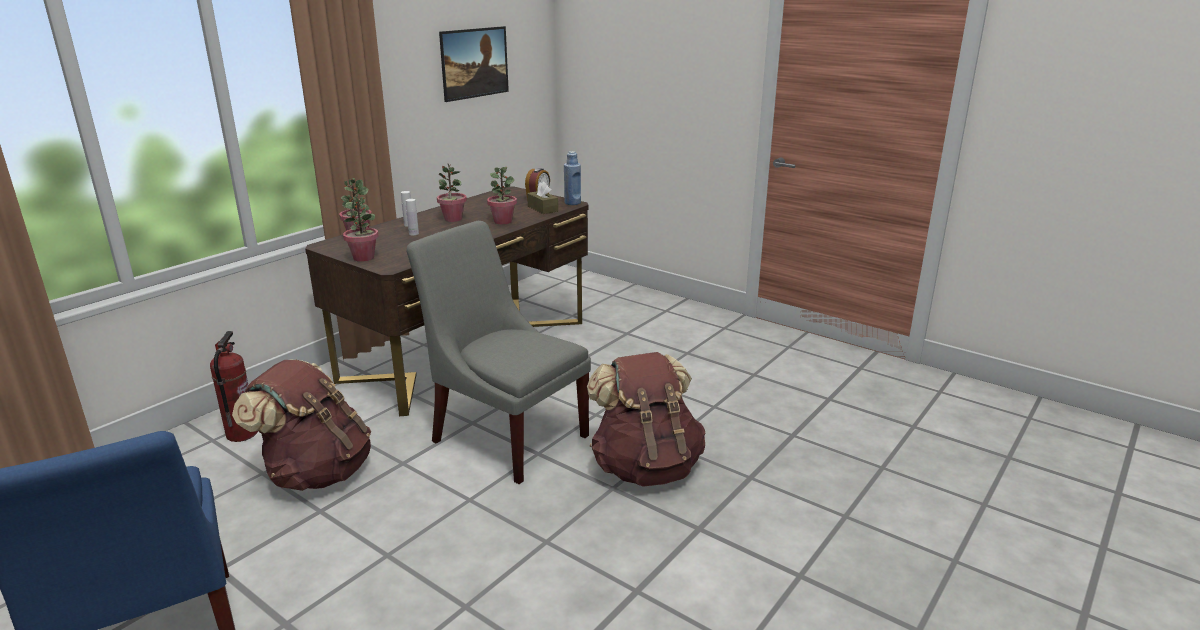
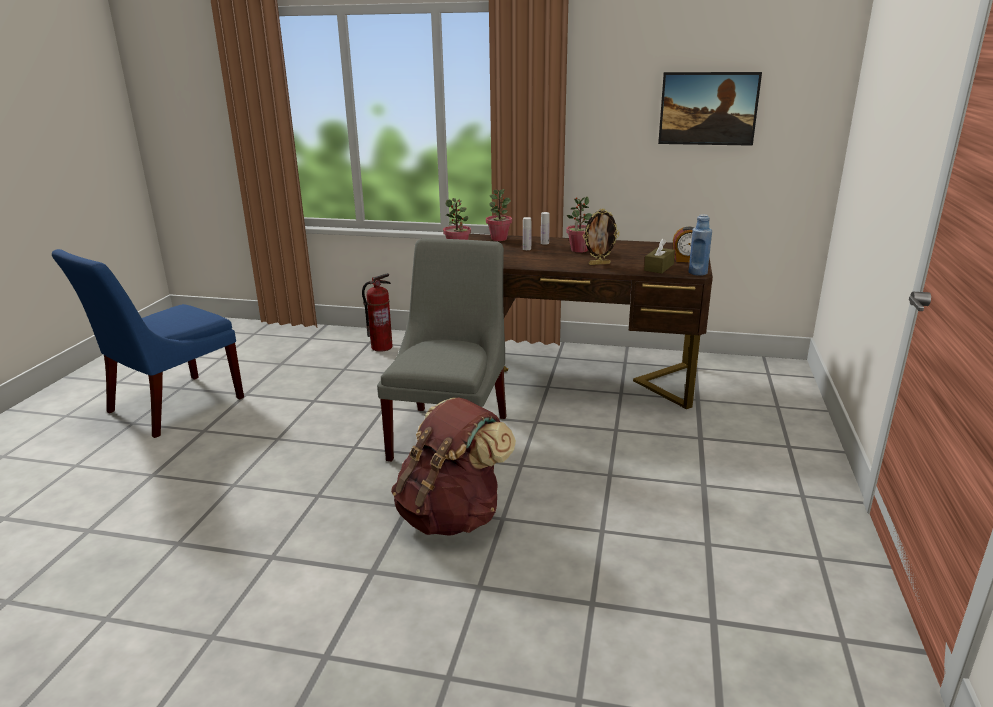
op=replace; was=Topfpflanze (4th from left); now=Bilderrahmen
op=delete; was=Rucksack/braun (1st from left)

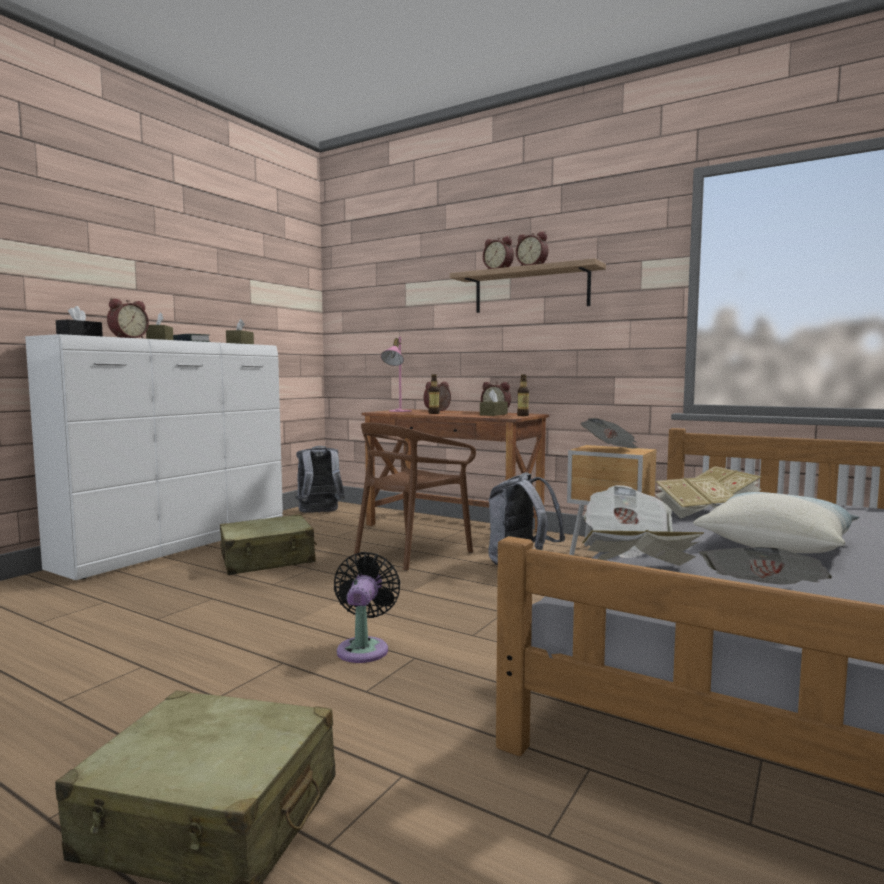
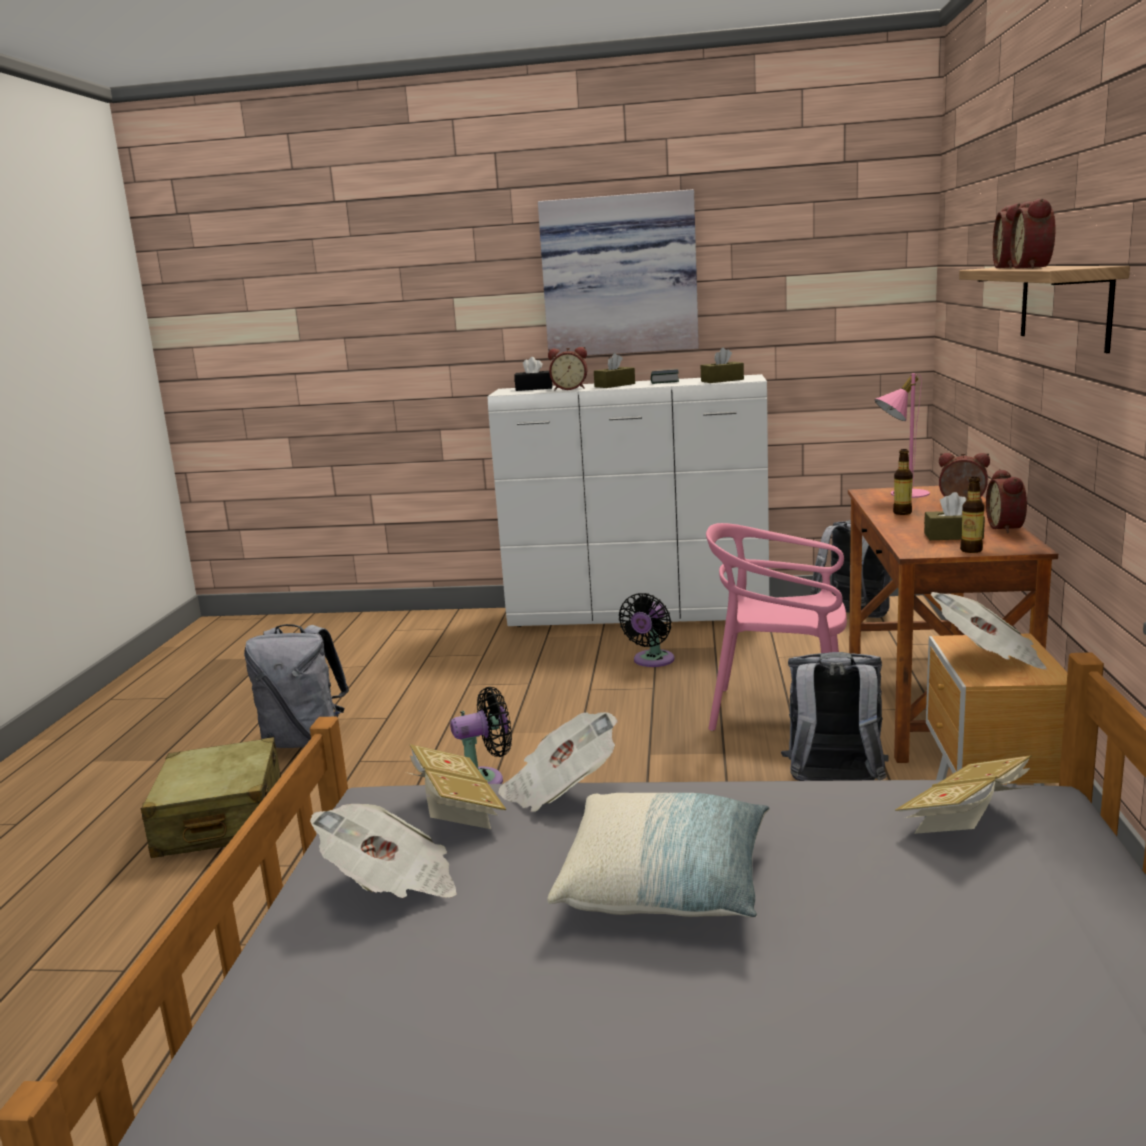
op=insert; now=Rucksack/grau (1st from left)
op=insert; now=Bild
op=replace; was=Koffer/beige (2nd from left); now=Ventilator/schwarz (2nd from left)
op=recolor; was=Stuhl/braun; now=Stuhl/rosa
op=delete; was=Buch (3rd from left)

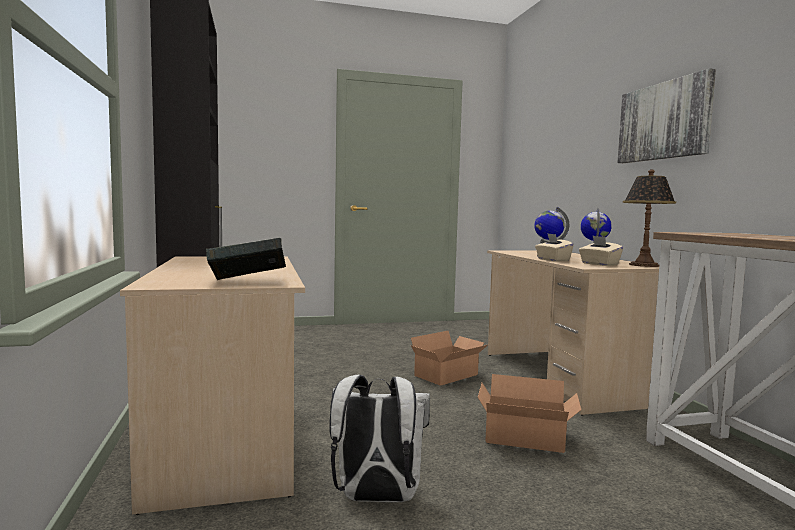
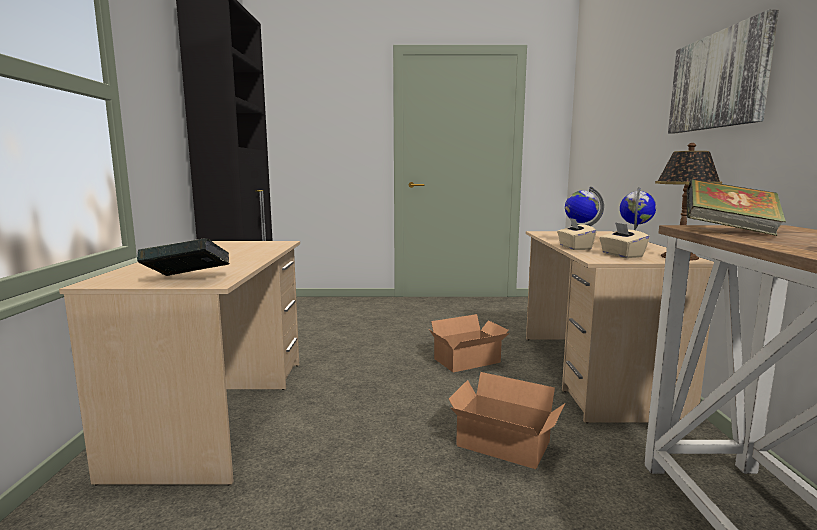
op=insert; now=Buch (2nd from left)
op=delete; was=Rucksack/weiß

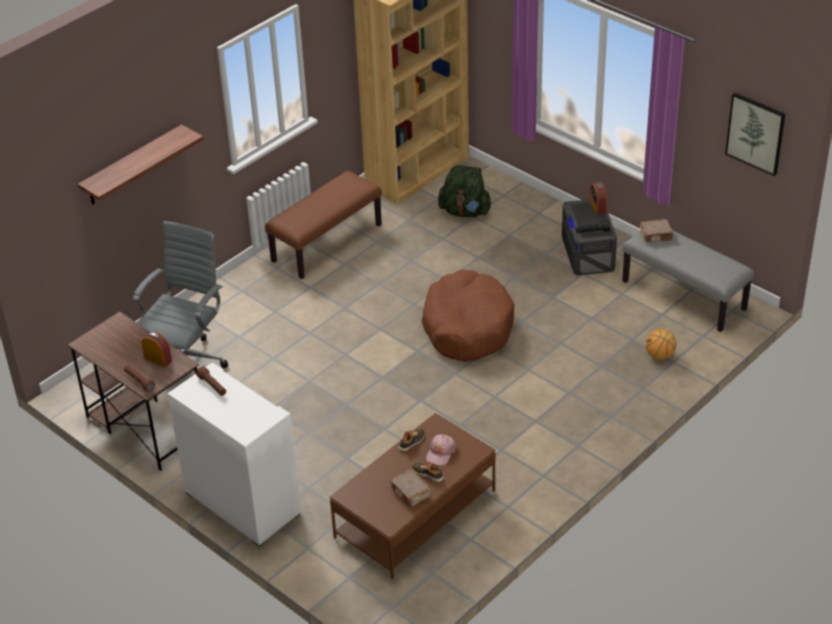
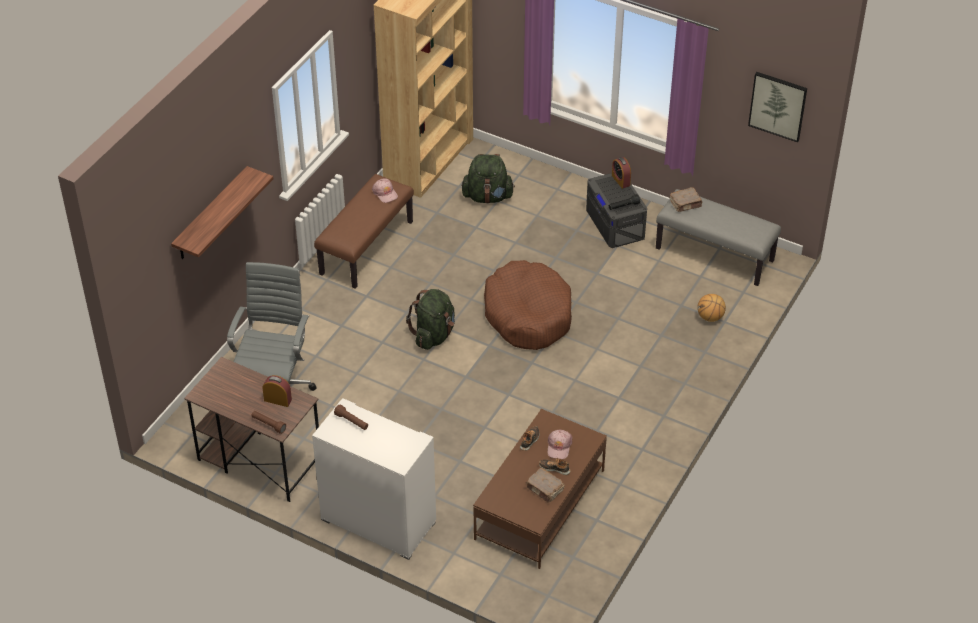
op=insert; now=Kappe/rosa (1st from left)
op=insert; now=Rucksack/grün (1st from left)

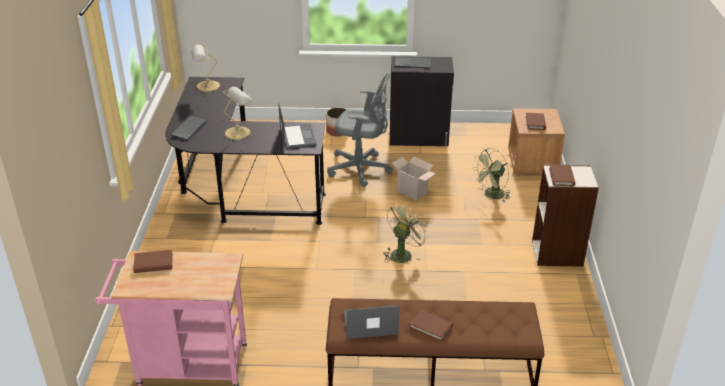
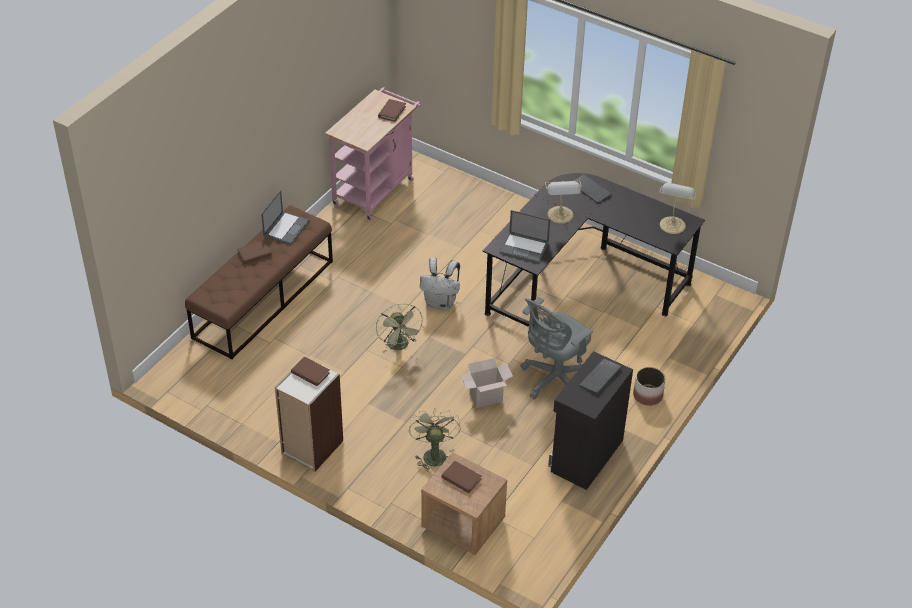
op=insert; now=Rucksack/weiß

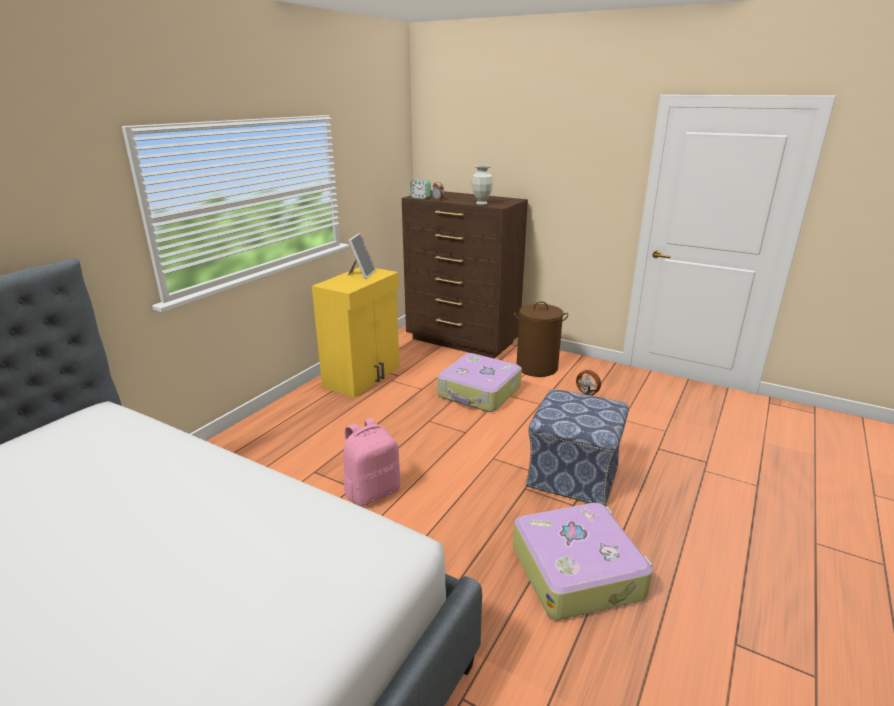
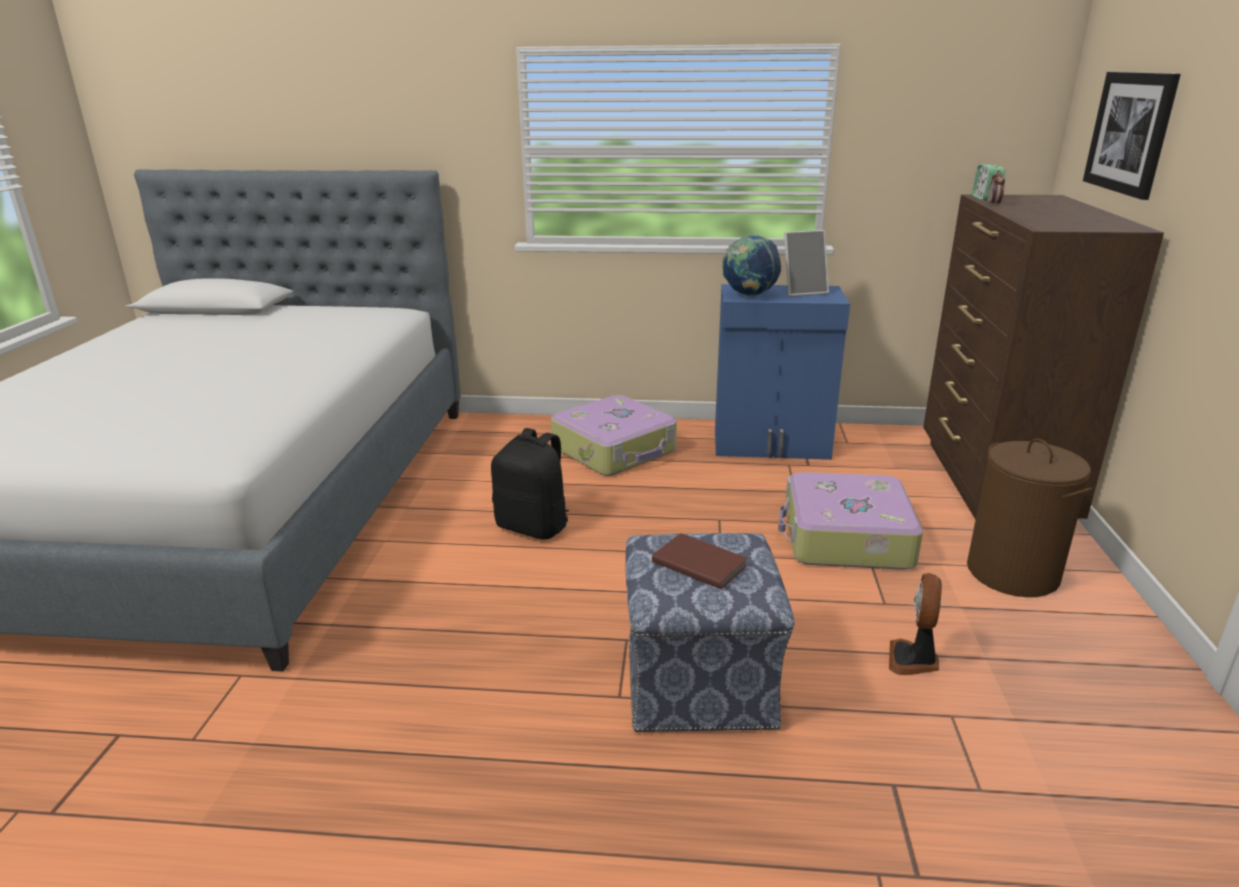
op=recolor; was=Rucksack/rosa; now=Rucksack/schwarz
op=move; was=Koffer (2nd from left in the first image); now=Koffer (1st from left)
op=insert; now=Buch/braun
op=recolor; was=Schrank/gelb; now=Schrank/blau
op=insert; now=Globus
op=insert; now=Bild
op=delete; was=Vase

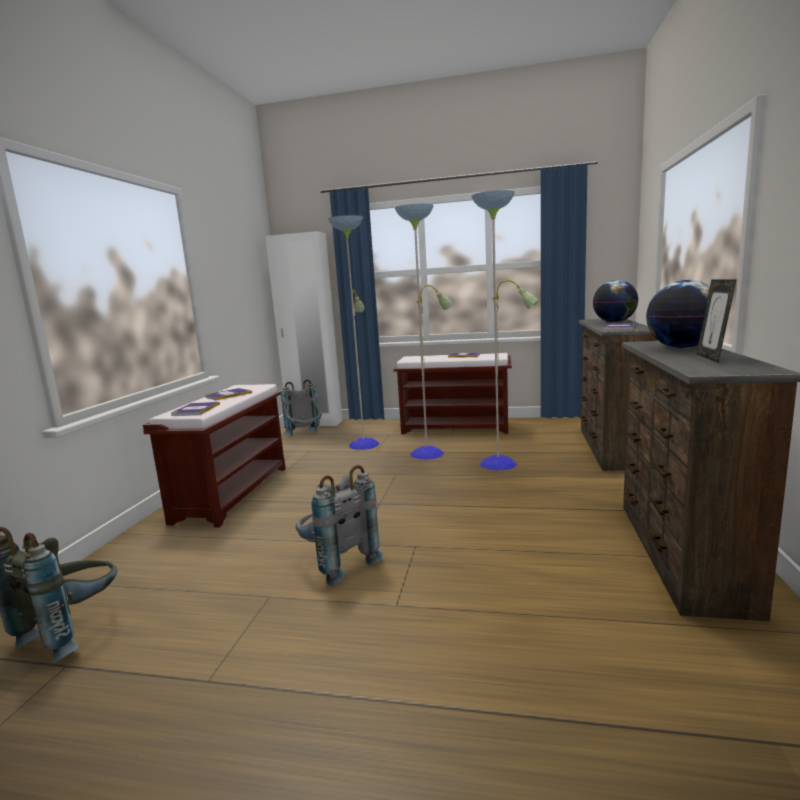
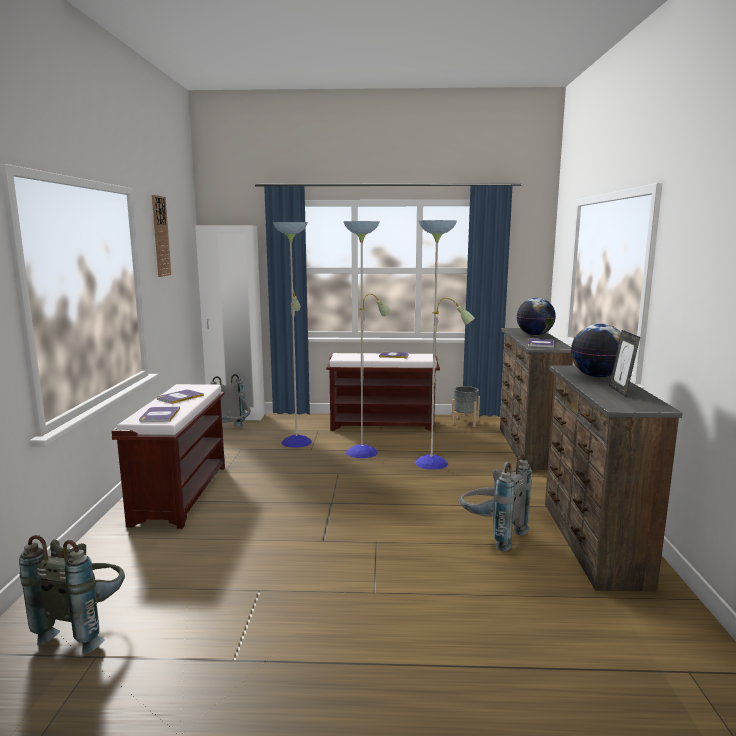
op=insert; now=Wanduhr
op=insert; now=Pflanzkübel/grau
op=move; was=Rucksack/grau (3rd from left)

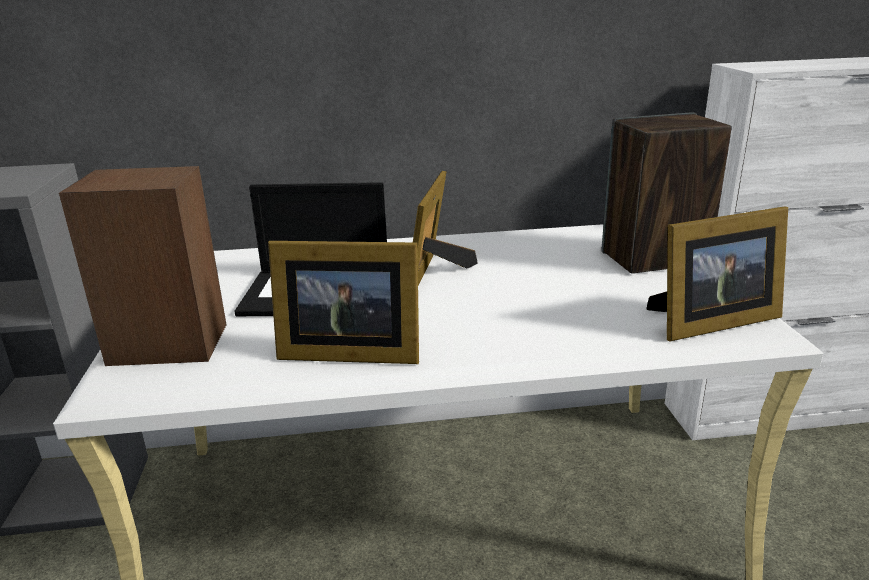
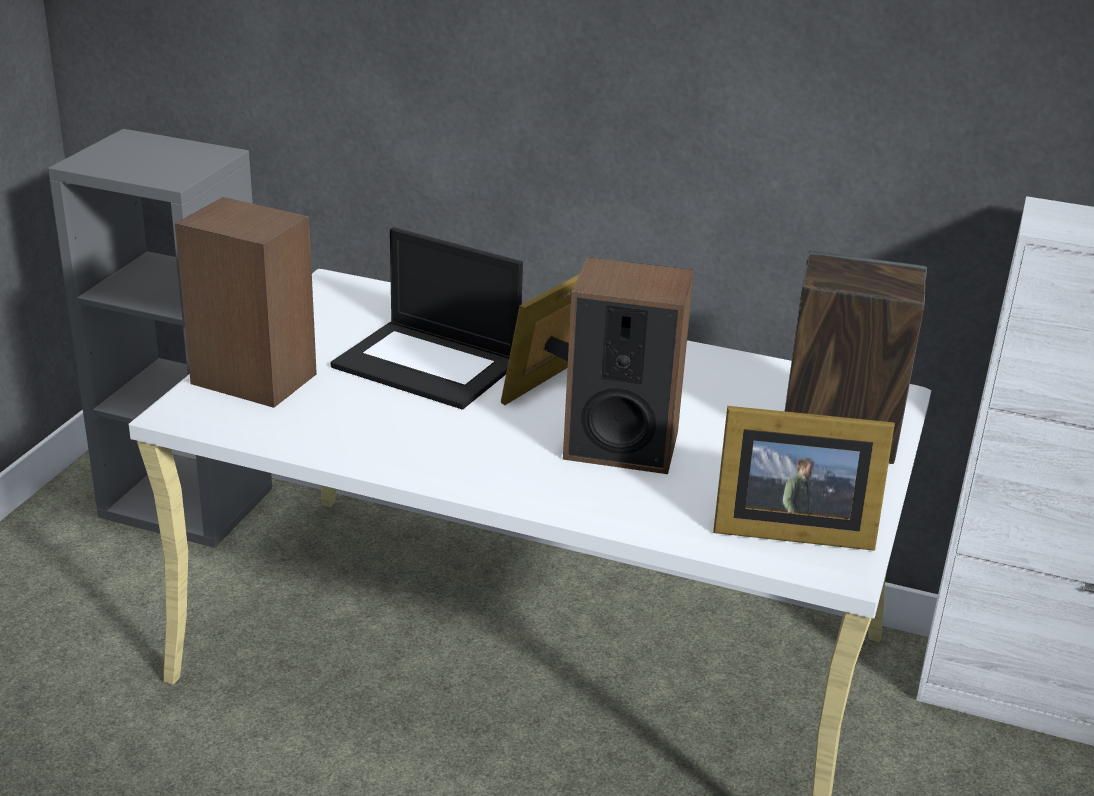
op=insert; now=Lautsprecher (2nd from left)
op=delete; was=Bilderrahmen (1st from left)

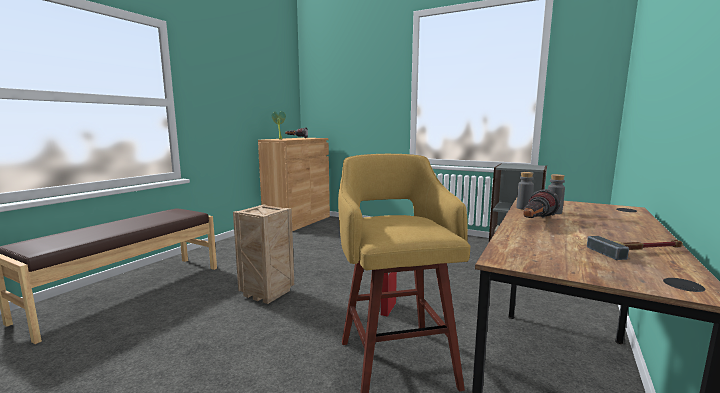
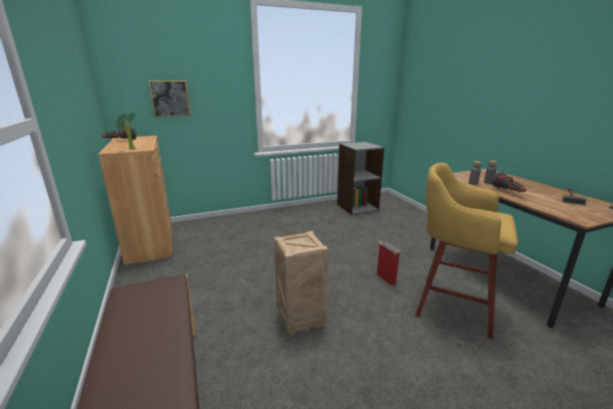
op=insert; now=Bild

